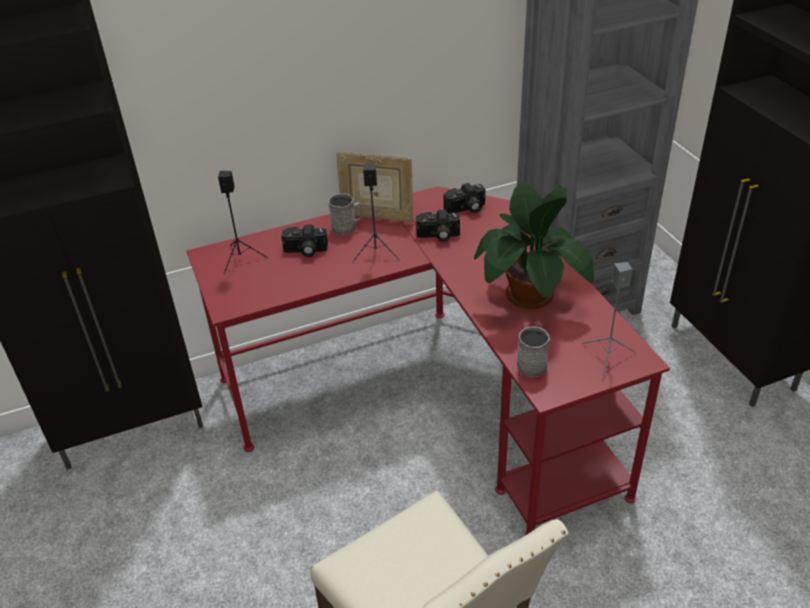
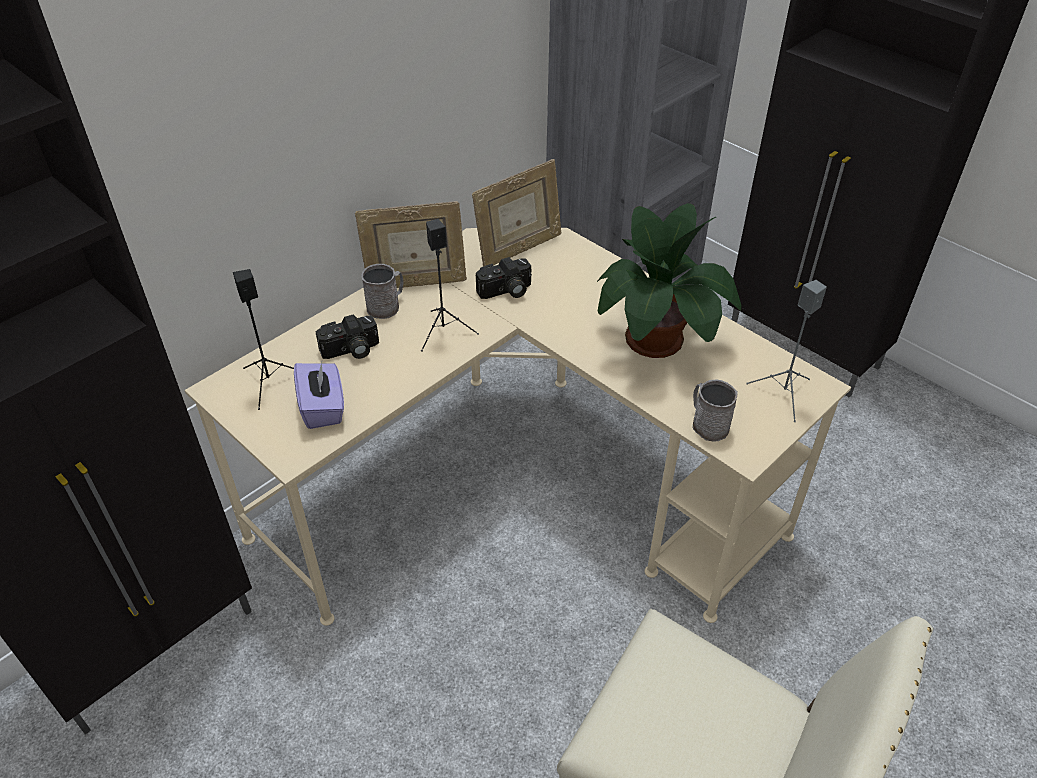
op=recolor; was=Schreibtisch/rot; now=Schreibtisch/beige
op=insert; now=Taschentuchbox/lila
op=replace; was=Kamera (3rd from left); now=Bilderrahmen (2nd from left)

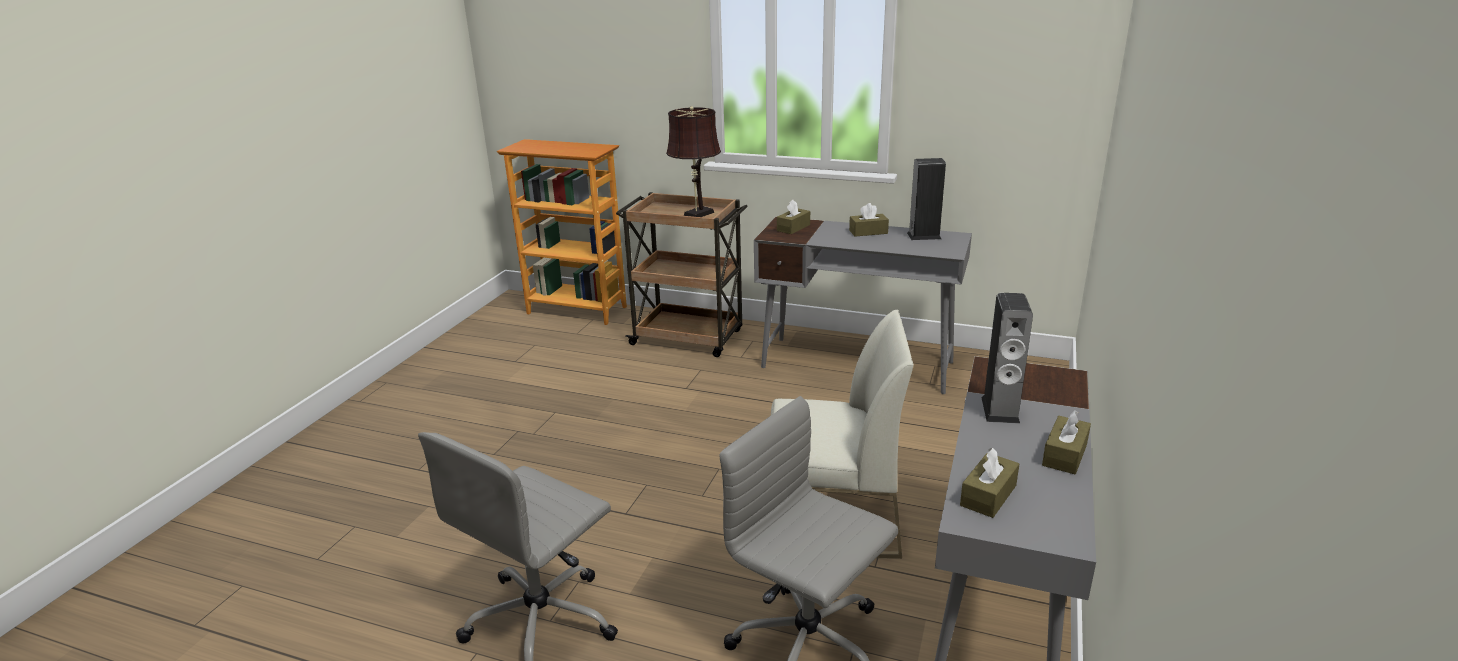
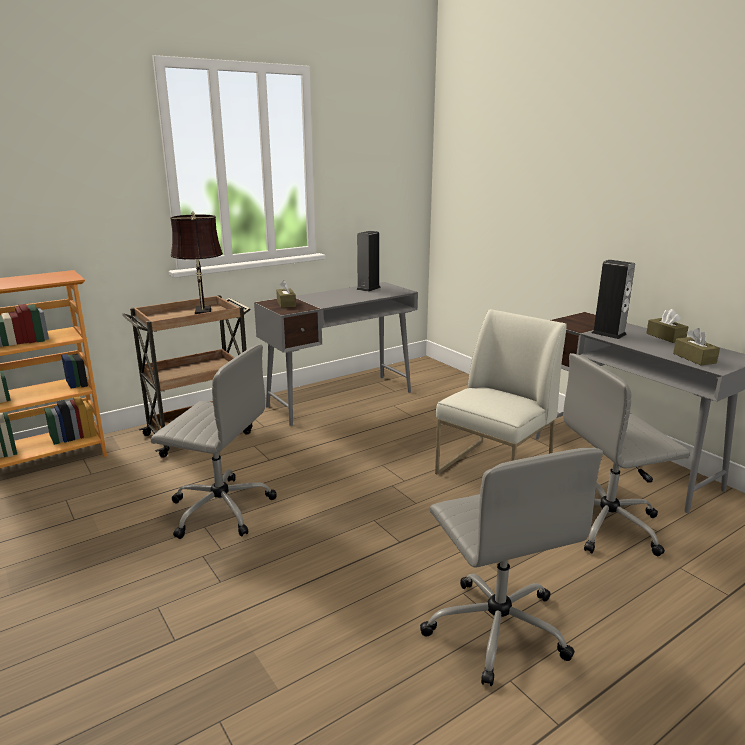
op=insert; now=Bürostuhl/grau (1st from left)
op=delete; was=Taschentuchbox/braun (2nd from left)

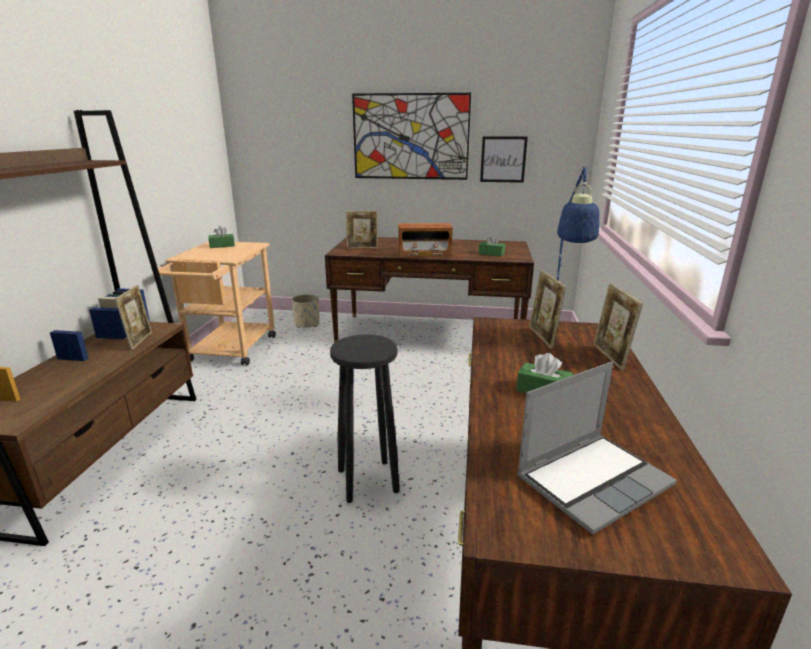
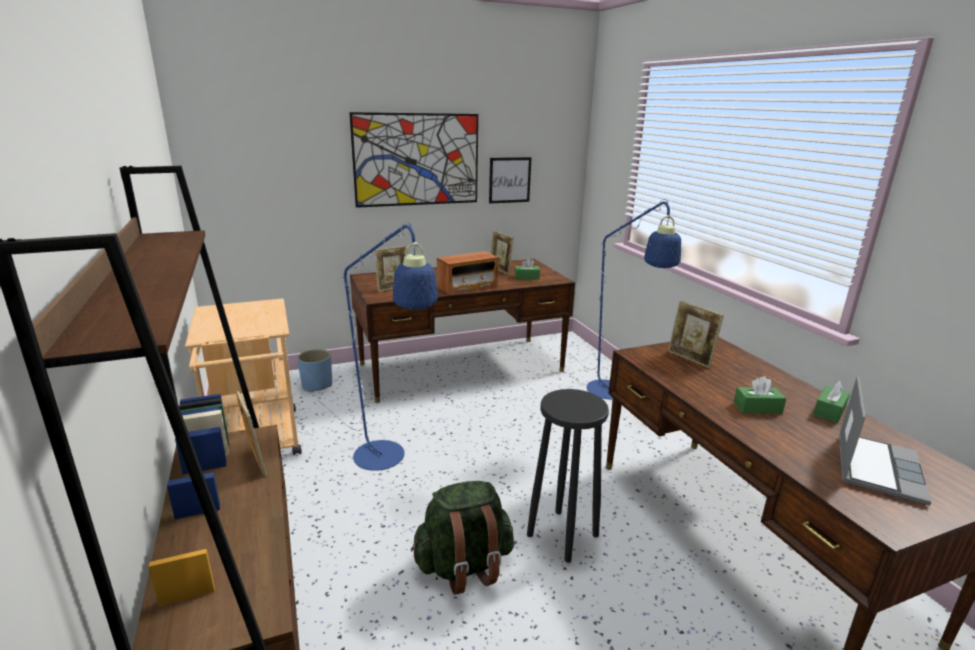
op=recolor; was=Pflanzkübel/beige; now=Pflanzkübel/blau
op=insert; now=Stehlampe/blau (1st from left)
op=insert; now=Rucksack/grün
op=move; was=Bilderrahmen (4th from left in the first image); now=Bilderrahmen (3rd from left)
op=move; was=Taschentuchbox/grün (1st from left in the first image); now=Taschentuchbox/grün (3rd from left)

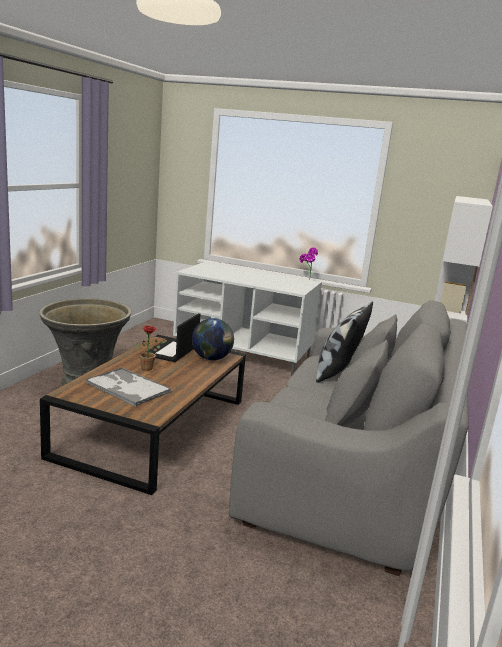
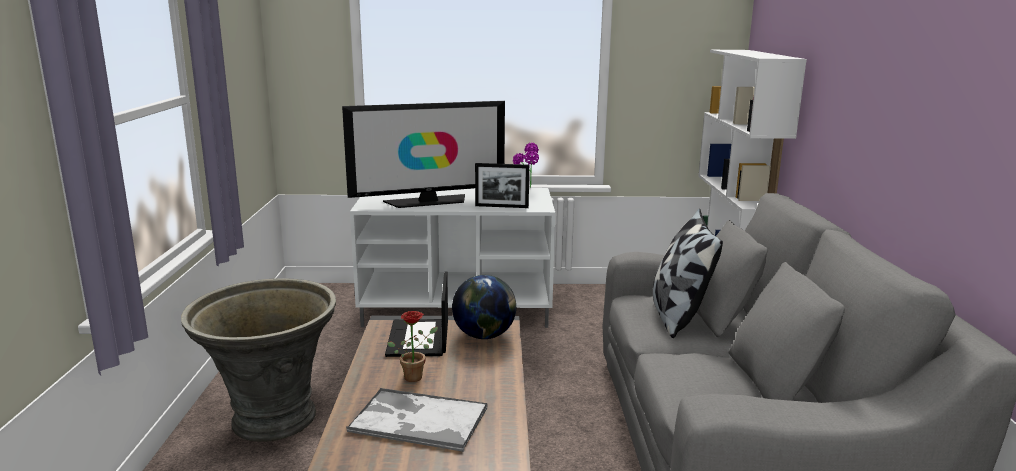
op=insert; now=Fernseher
op=insert; now=Bilderrahmen

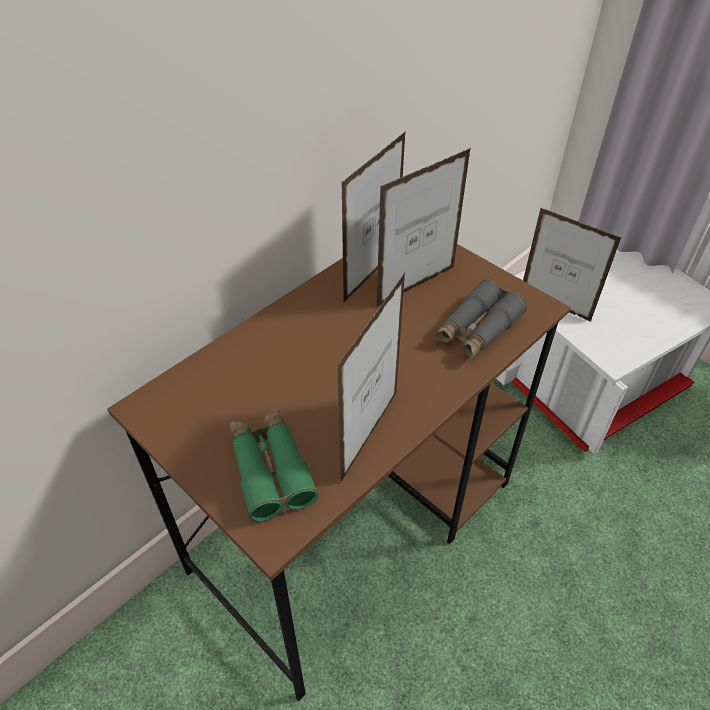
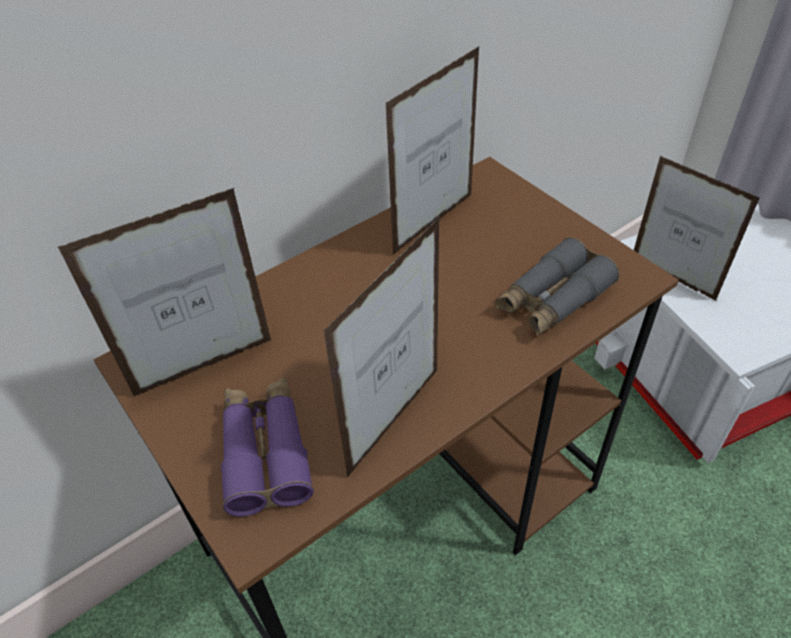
op=move; was=Bilderrahmen (3rd from left in the first image); now=Bilderrahmen (1st from left)
op=recolor; was=Fernglas/grün; now=Fernglas/lila

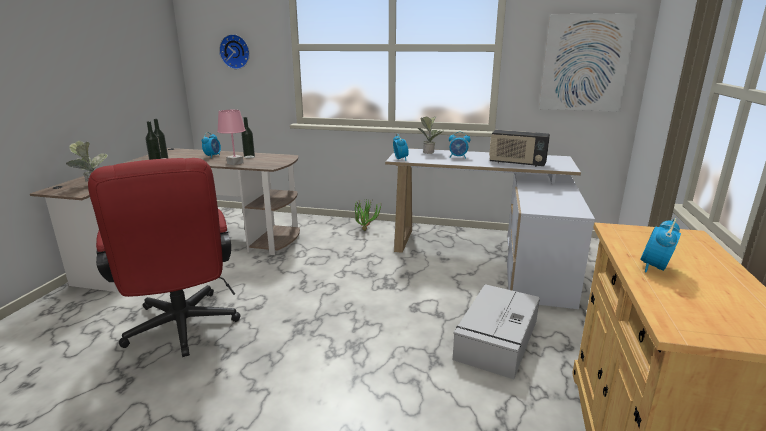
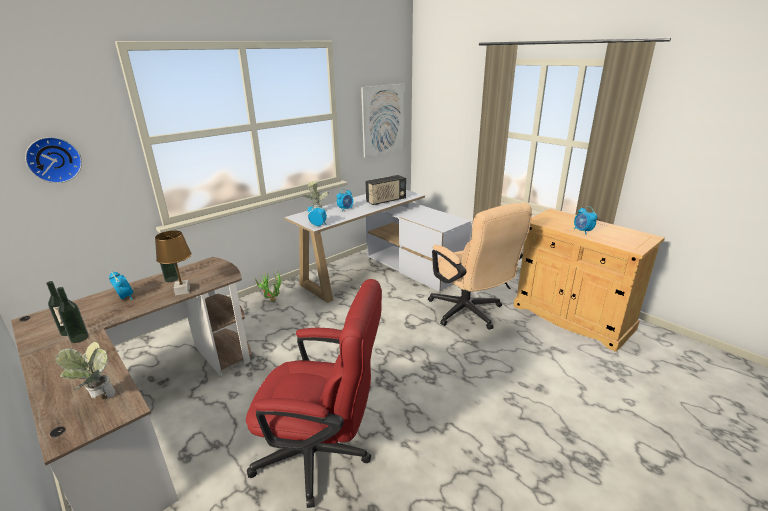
op=recolor; was=Tischlampe/rosa; now=Tischlampe/braun
op=replace; was=Aufbewahrungsbox/grau; now=Bürostuhl/beige

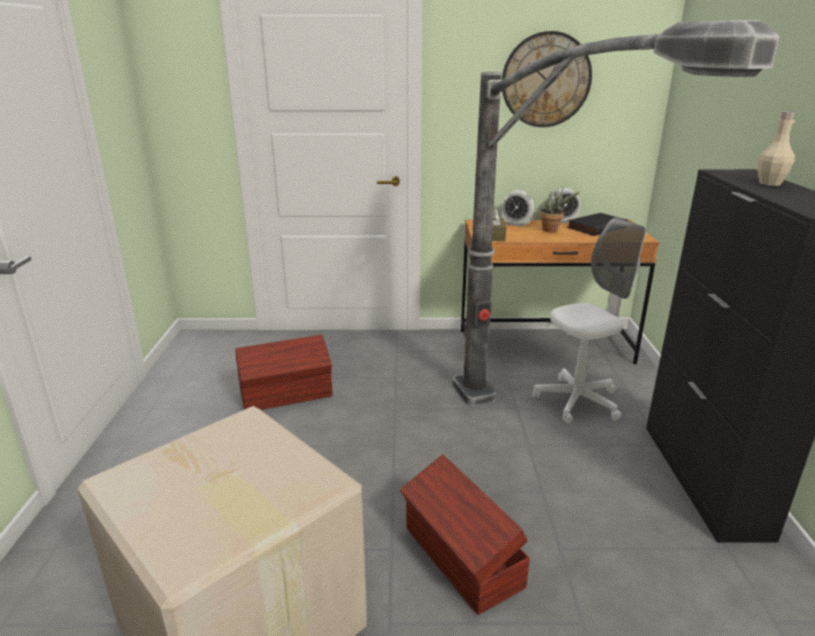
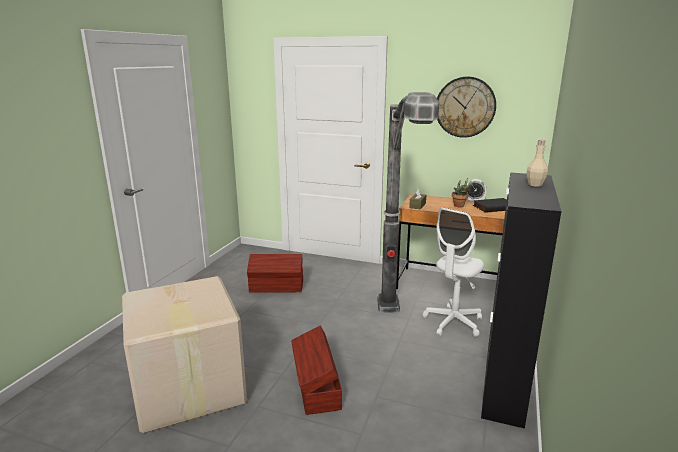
op=rotate; was=Bürostuhl/weiß; clockwise=135
op=delete; was=Wecker (1st from left)

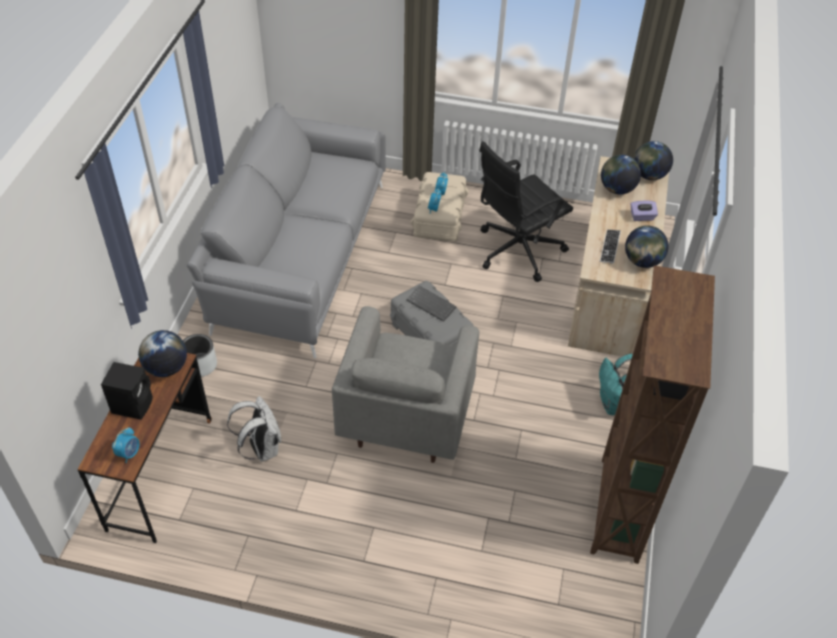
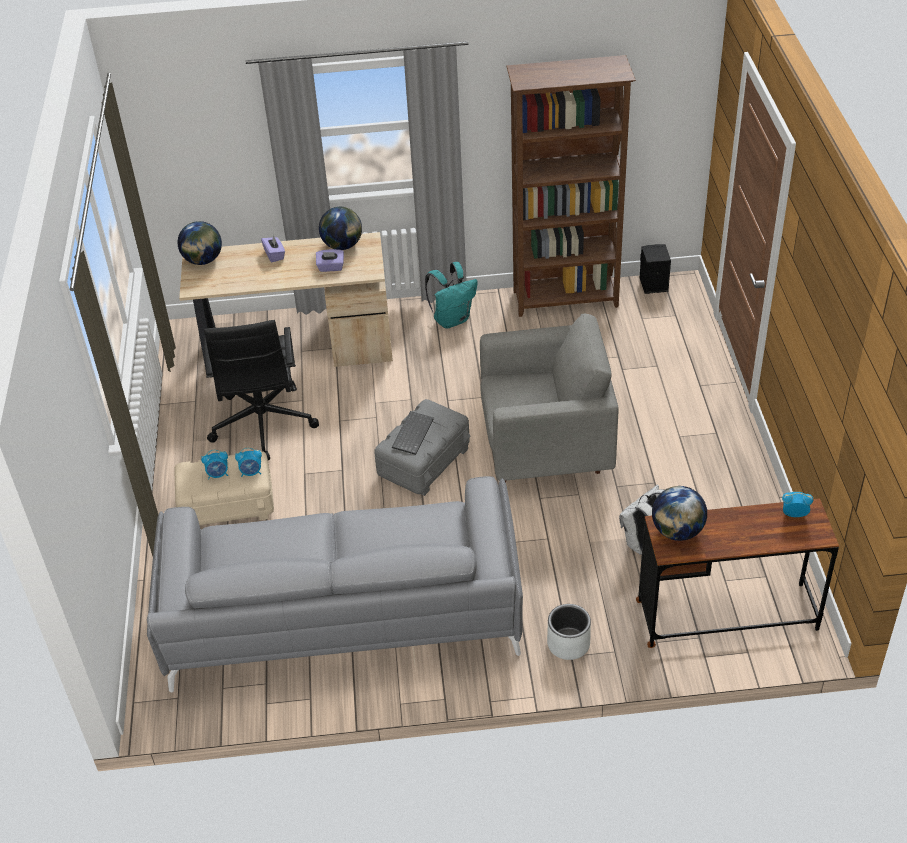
op=rotate; was=Bürostuhl/schwarz; clockwise=45
op=replace; was=Tastatur (2nd from left); now=Taschentuchbox/lila (2nd from left)
op=move; was=Lautsprecher/schwarz
op=delete; was=Globus (2nd from left)

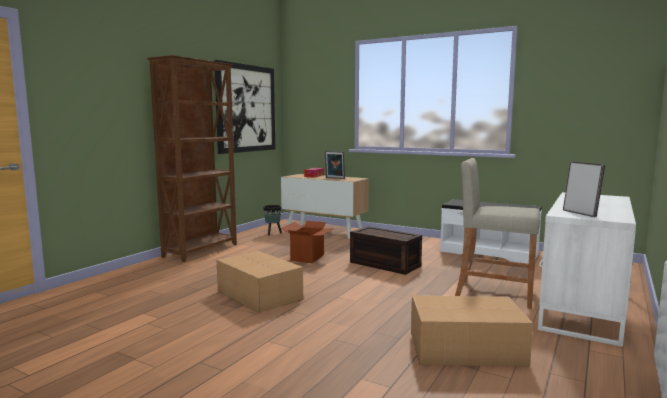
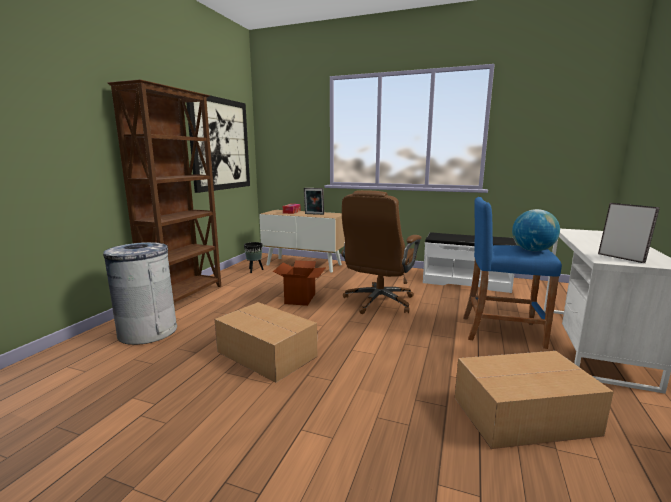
op=insert; now=Mülleimer/grau
op=replace; was=Aufbewahrungsbox/braun; now=Bürostuhl/braun
op=recolor; was=Hocker/beige; now=Hocker/blau
op=insert; now=Globus

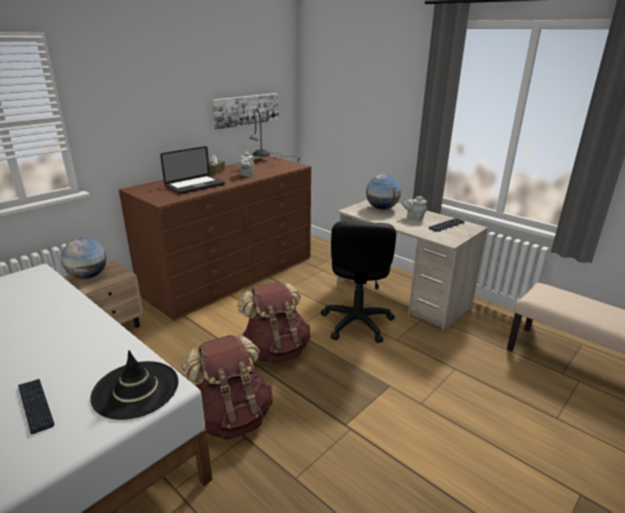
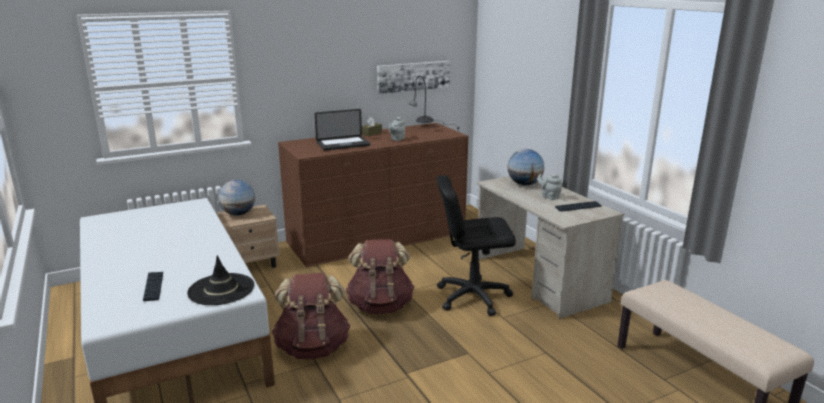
op=rotate; was=Bürostuhl/schwarz; clockwise=60

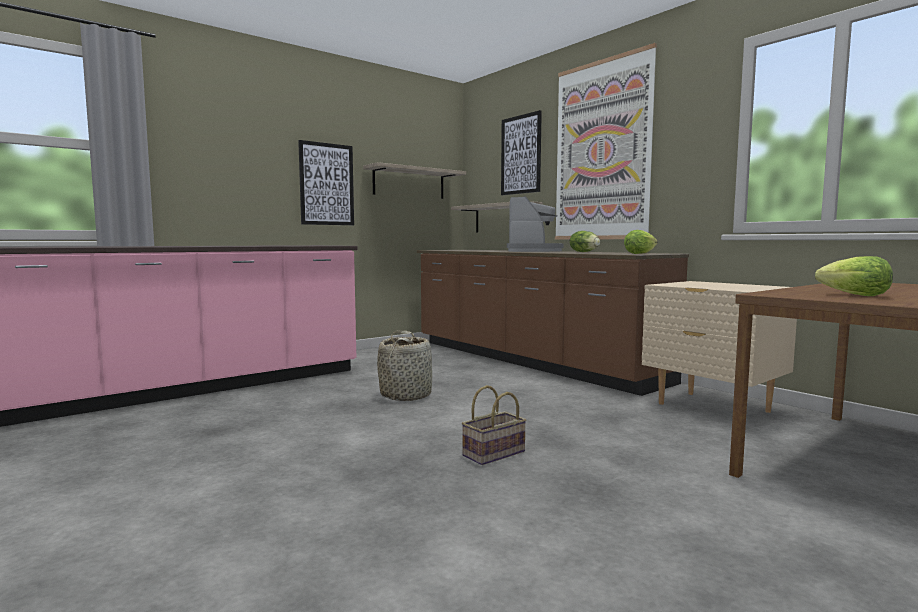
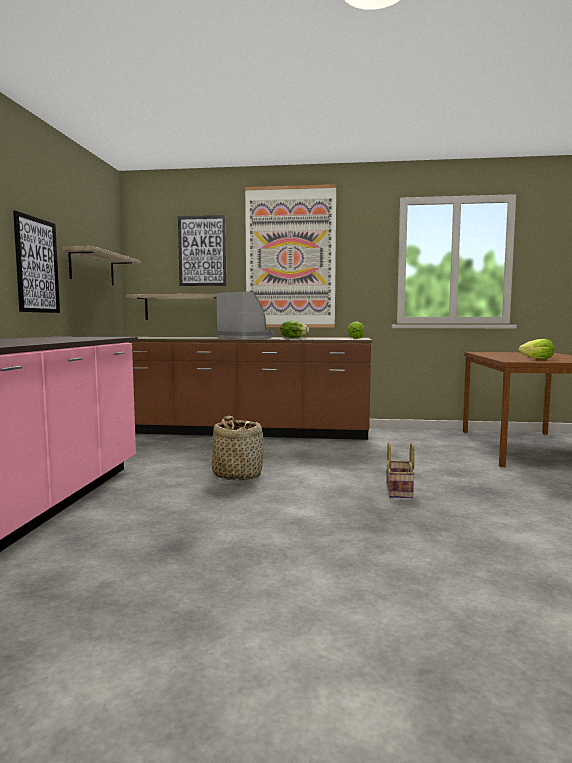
op=delete; was=Nachttisch/beige

